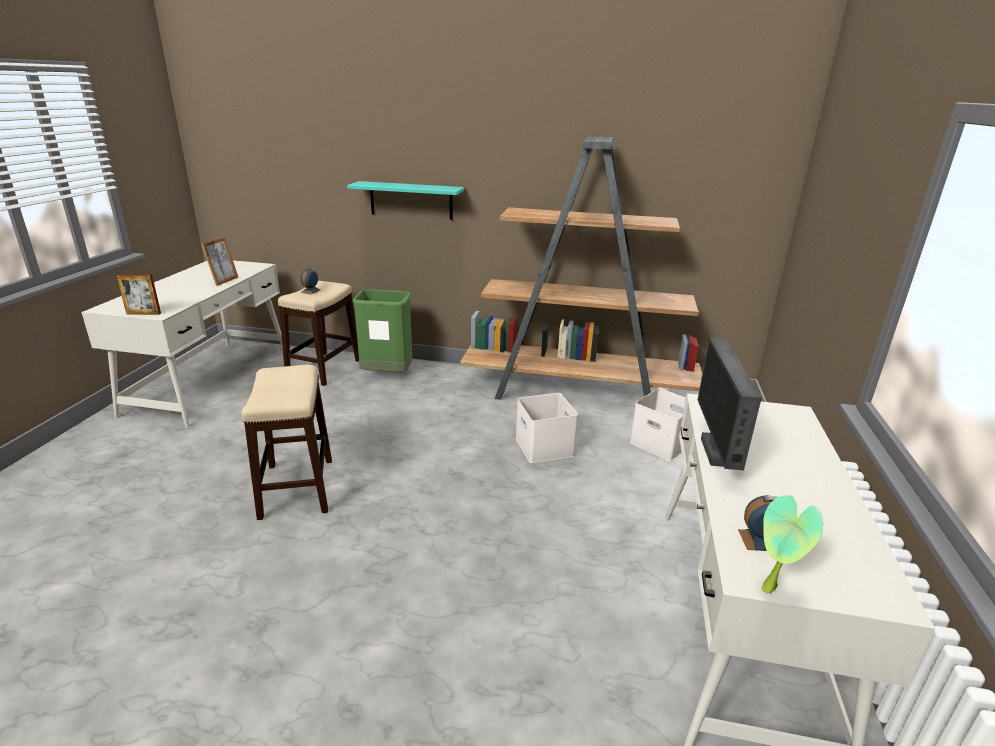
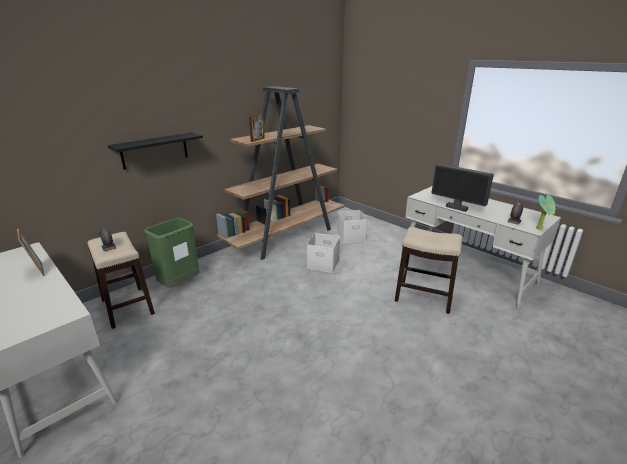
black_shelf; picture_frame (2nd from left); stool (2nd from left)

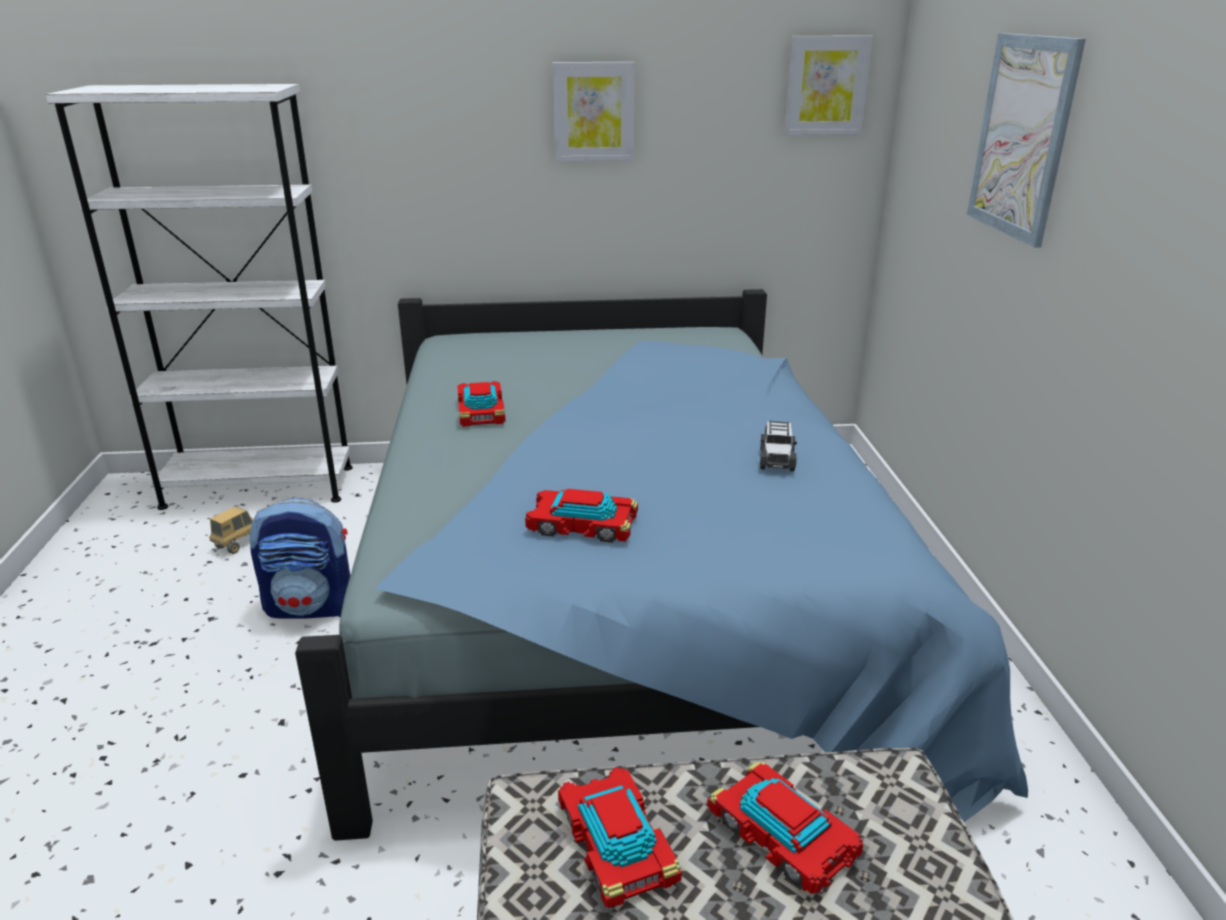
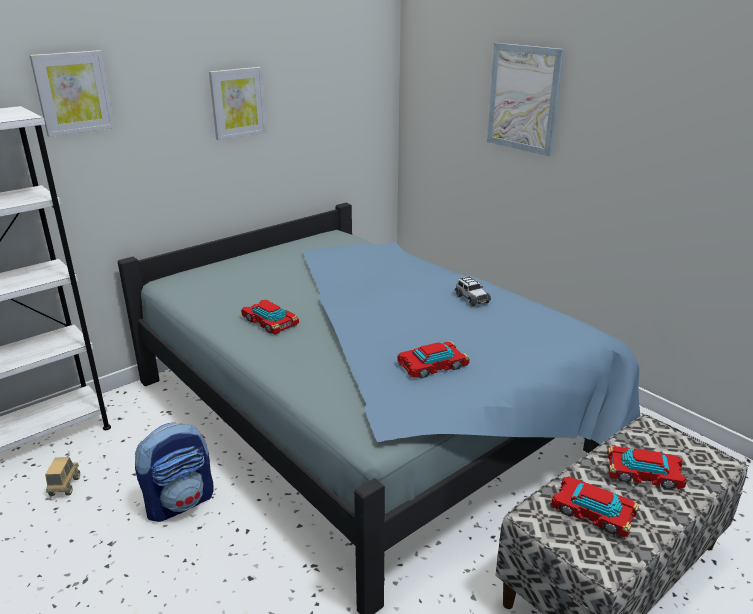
picture (1st from left)

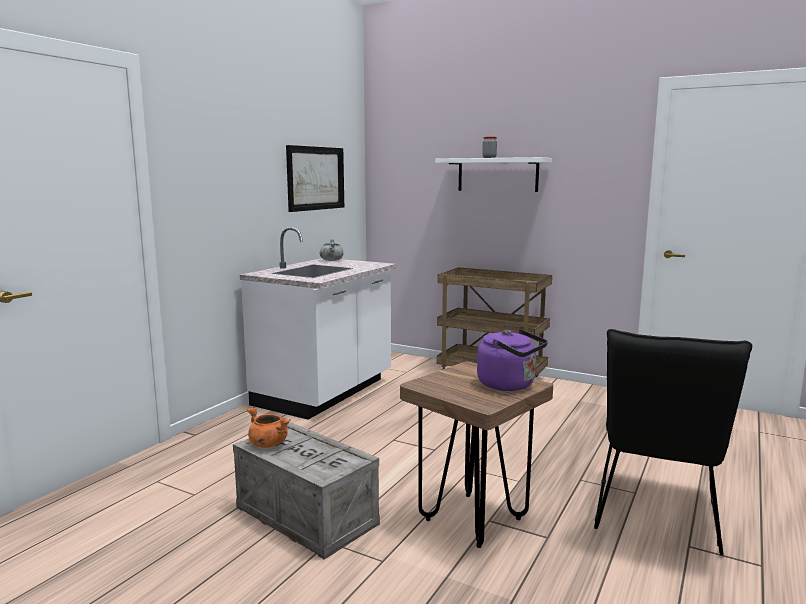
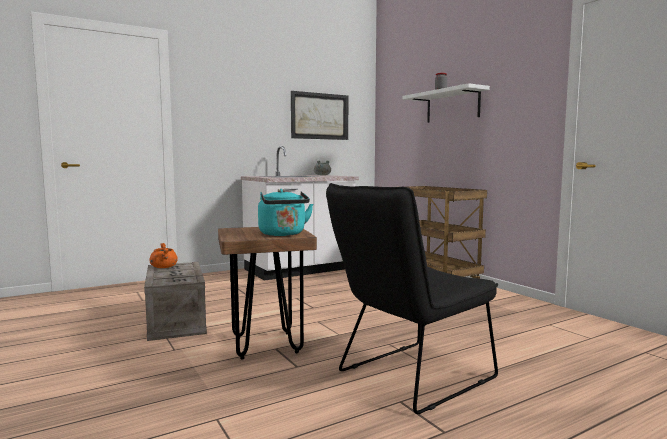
turquoise_kettle

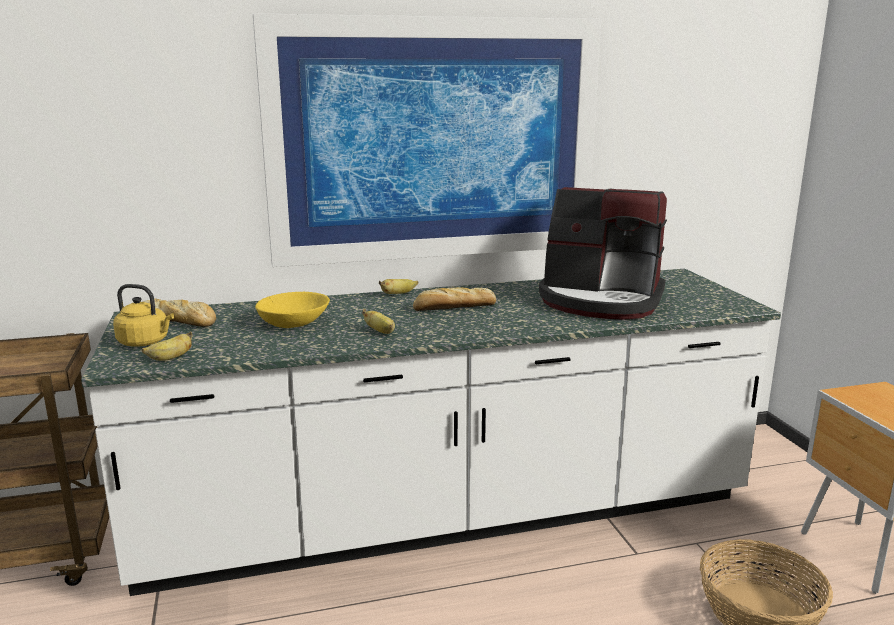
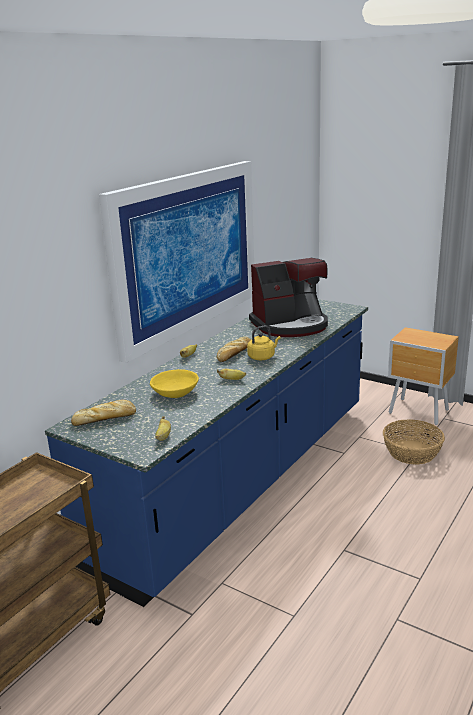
blue_counter; yellow_kettle

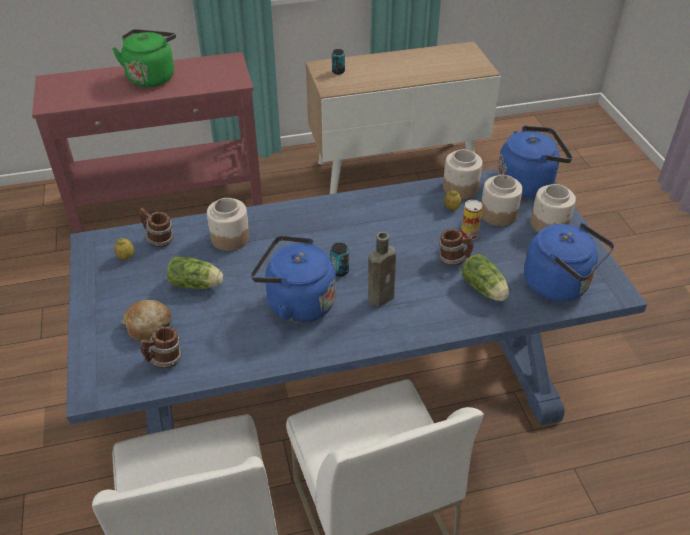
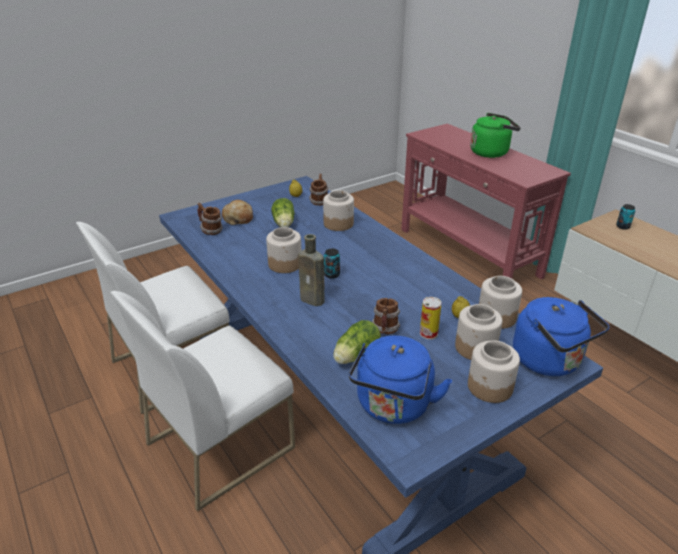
jar (1st from left)

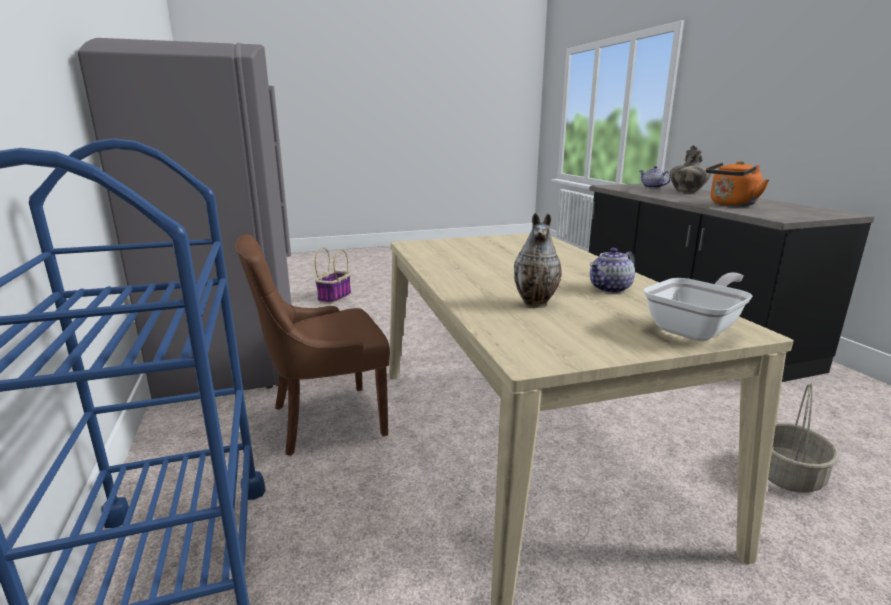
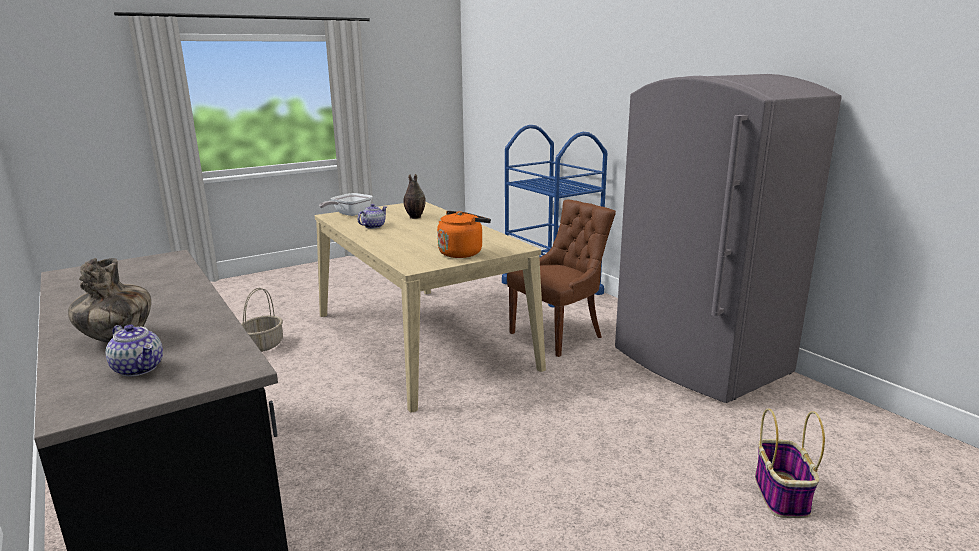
orange_kettle

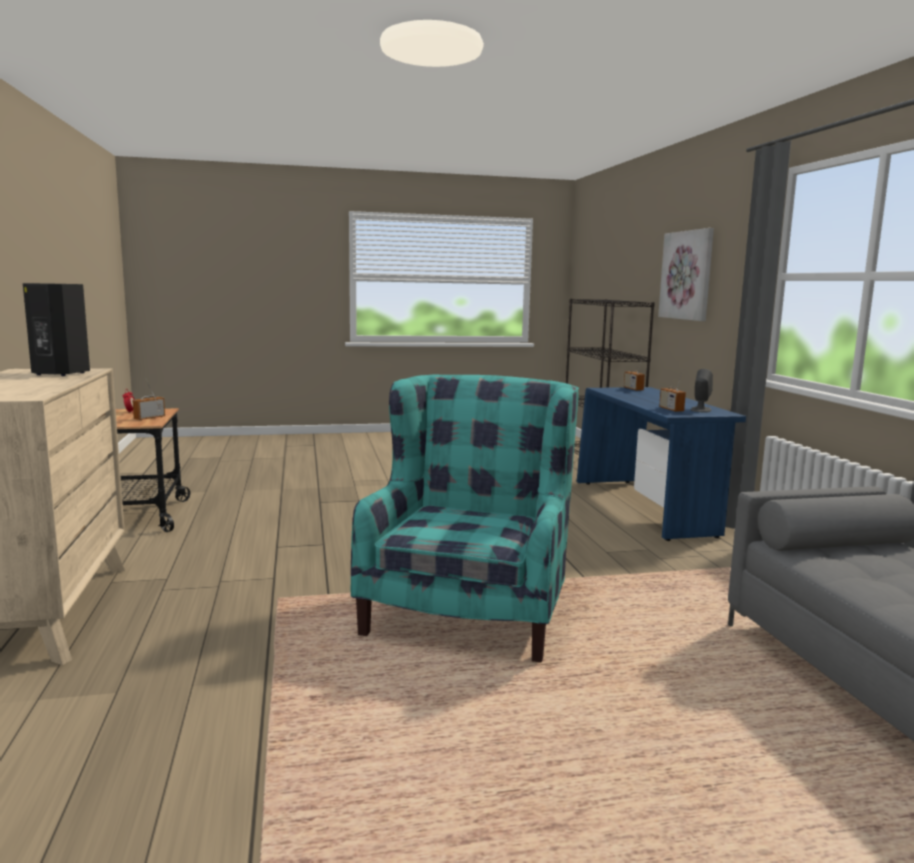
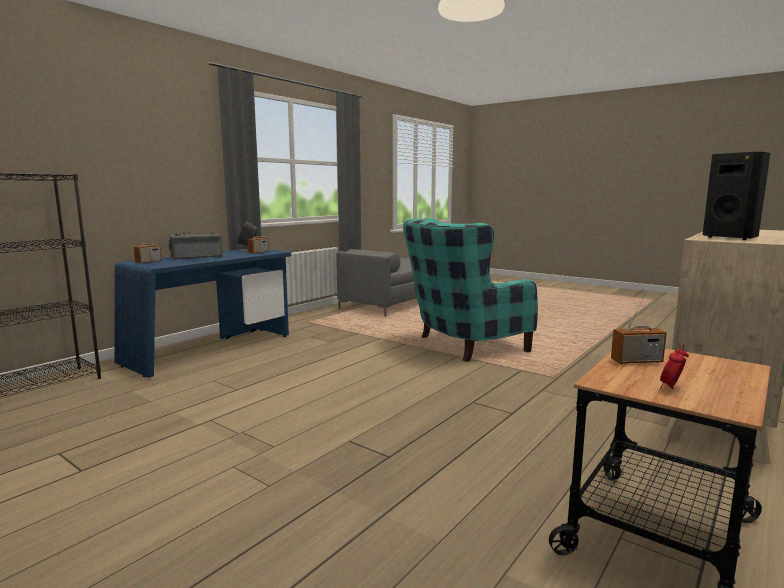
picture; radio (2nd from left)

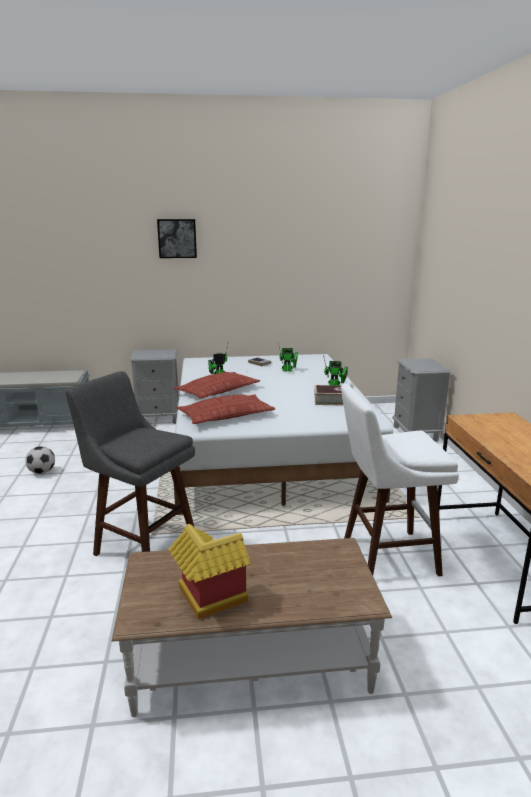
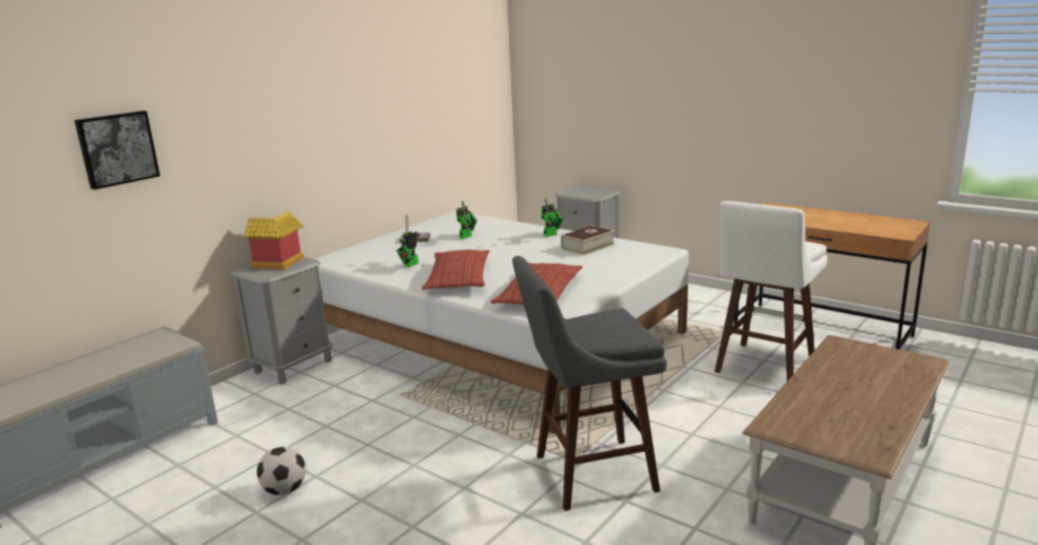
picture; toy_house

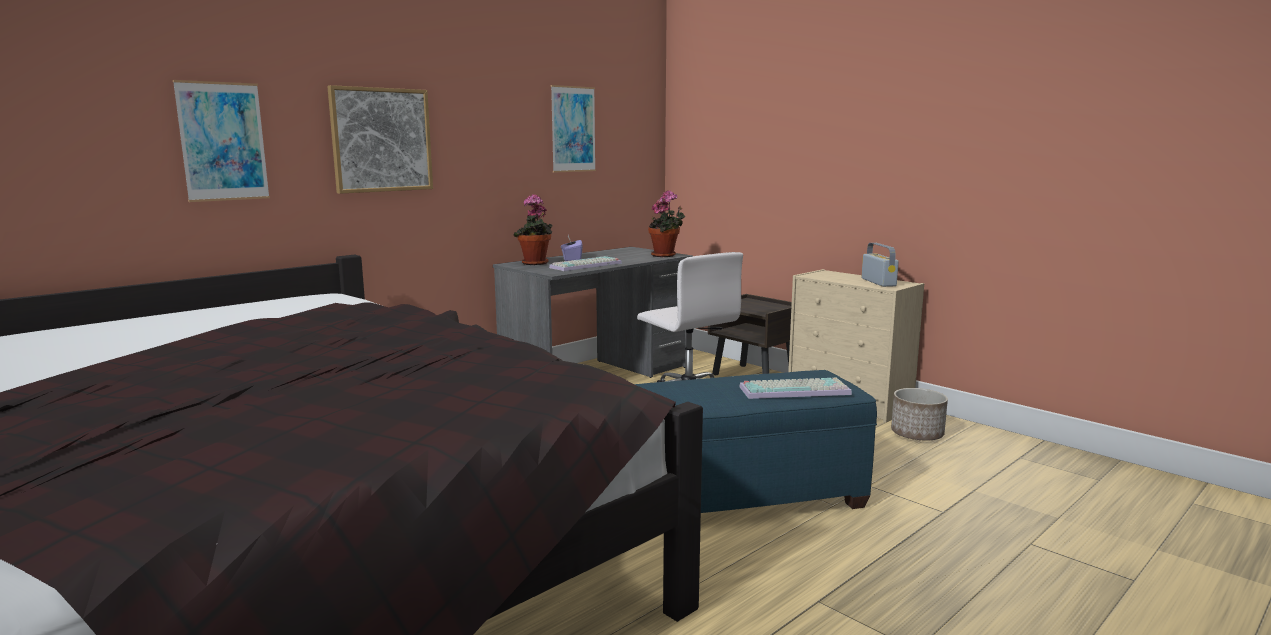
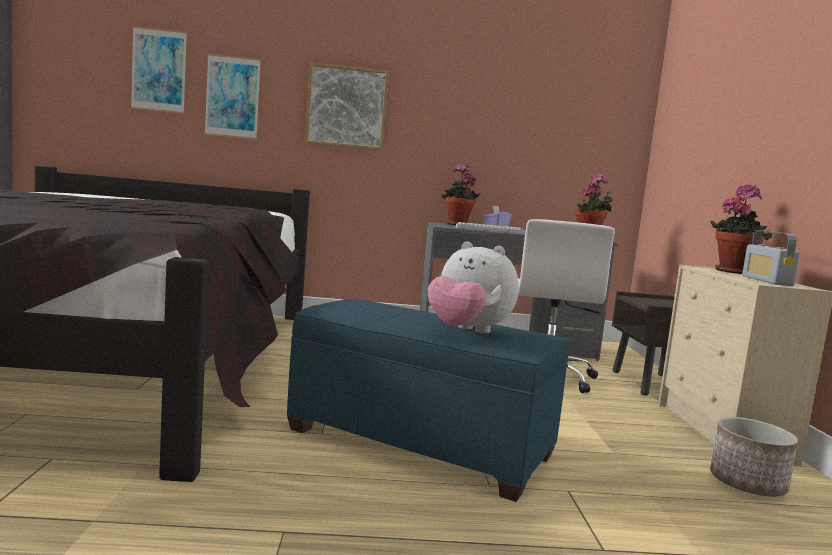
picture (1st from left); radio; plush_toy; potted_plant (3rd from left)

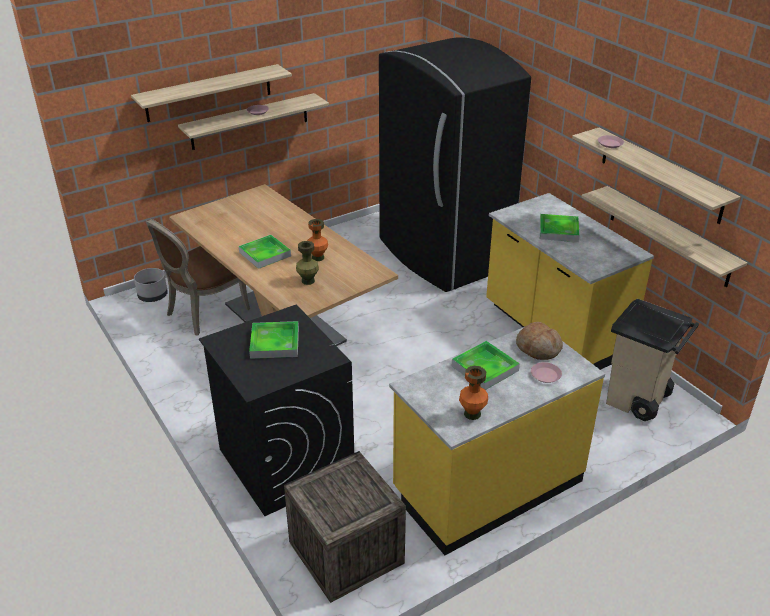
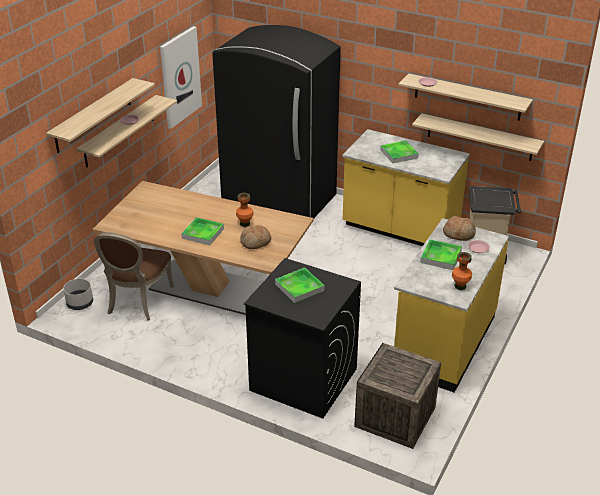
bread (1st from left); picture

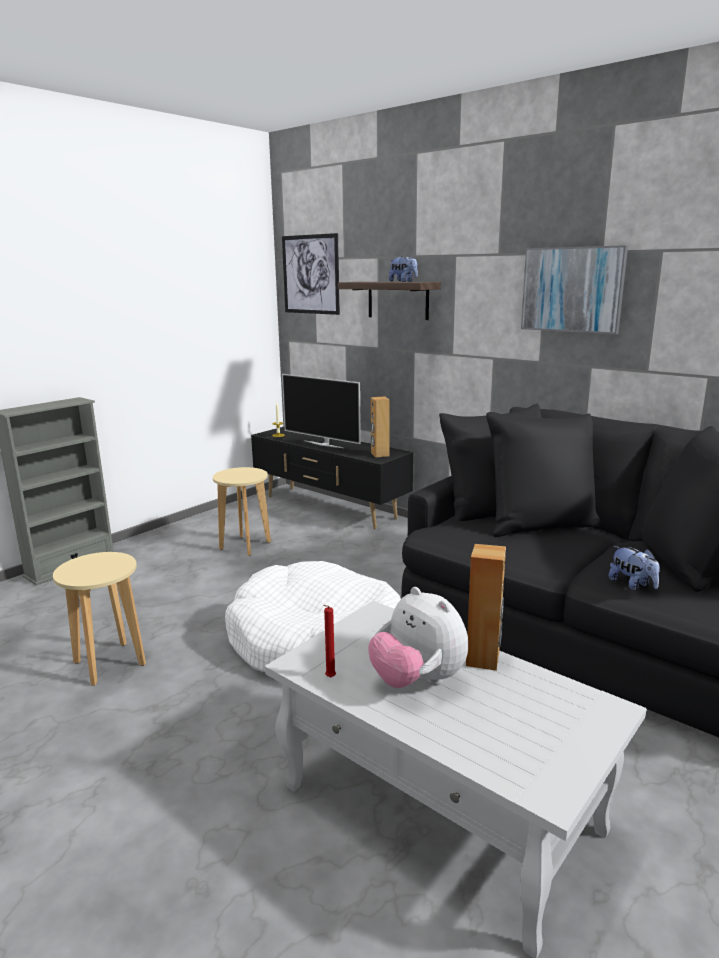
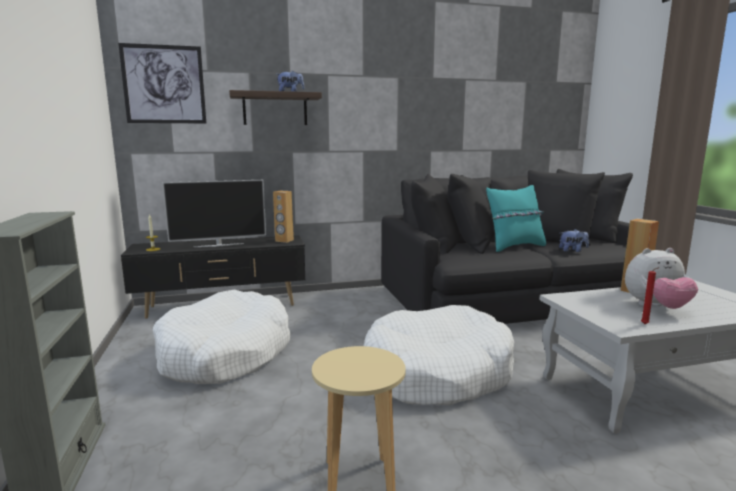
picture (2nd from left in the first image); white_dog_bed (1st from left); turquoise_pillow

